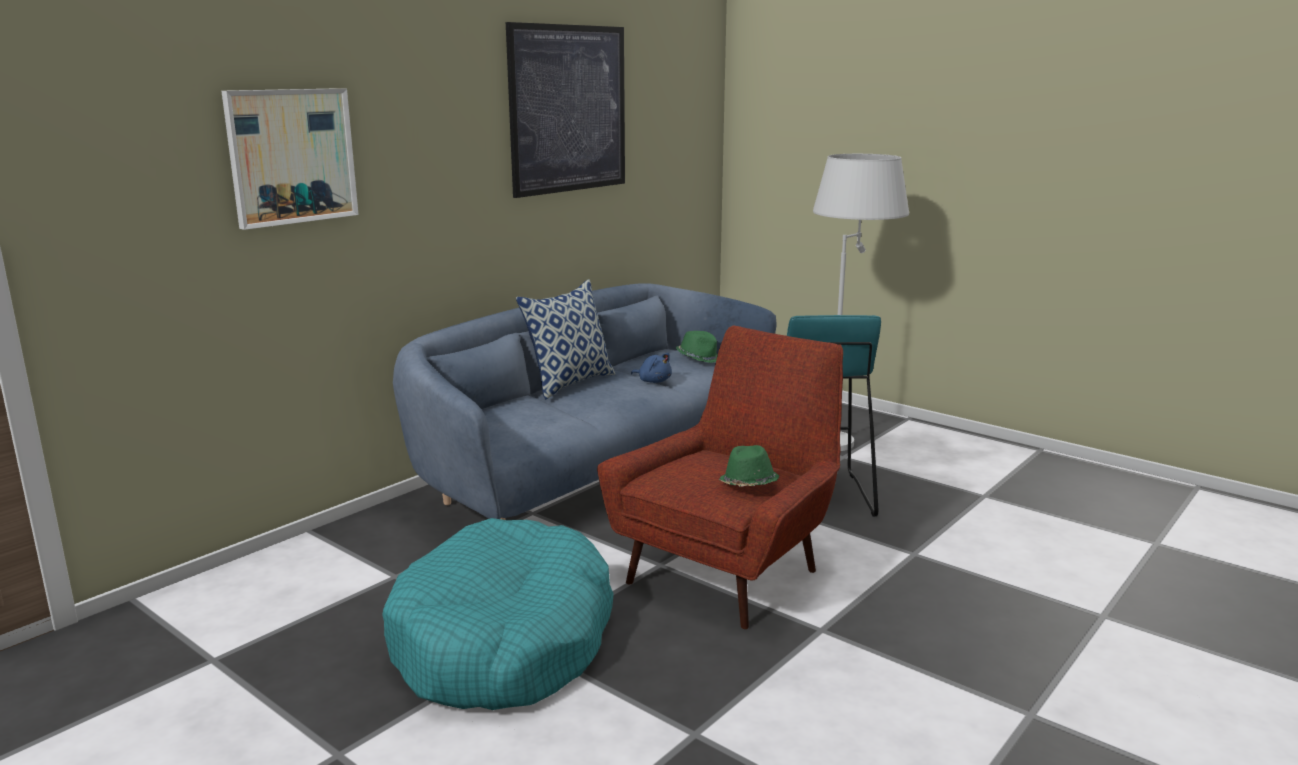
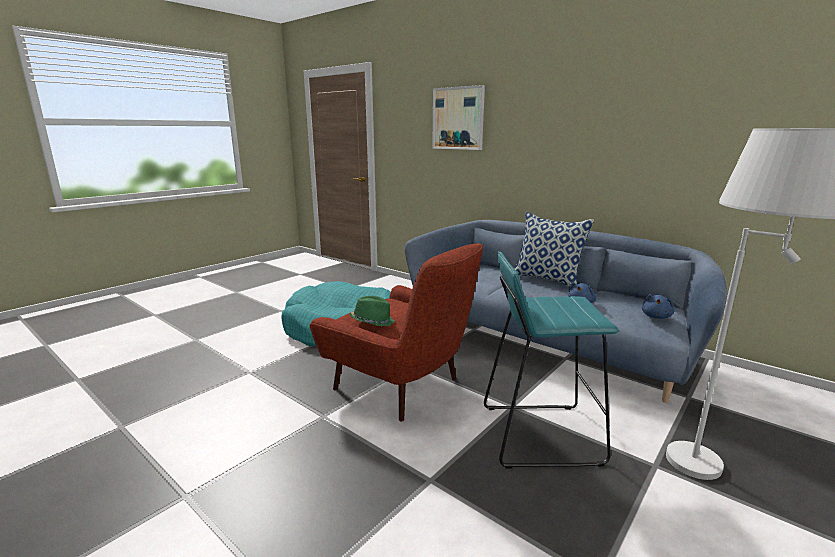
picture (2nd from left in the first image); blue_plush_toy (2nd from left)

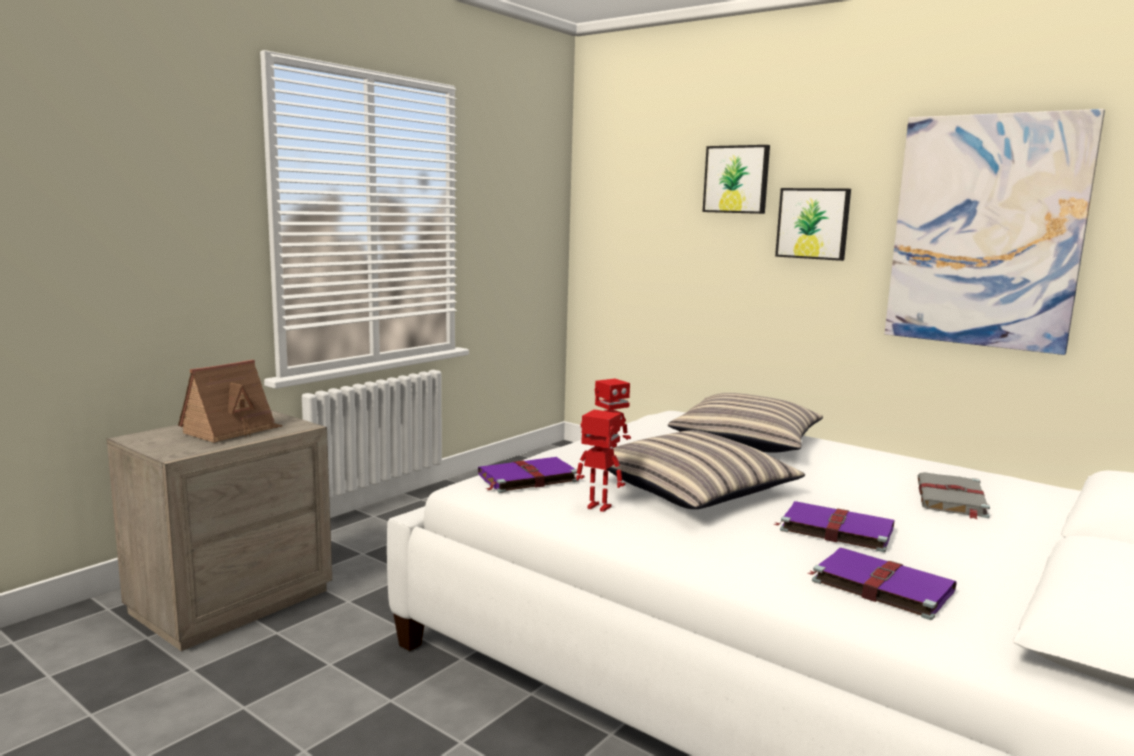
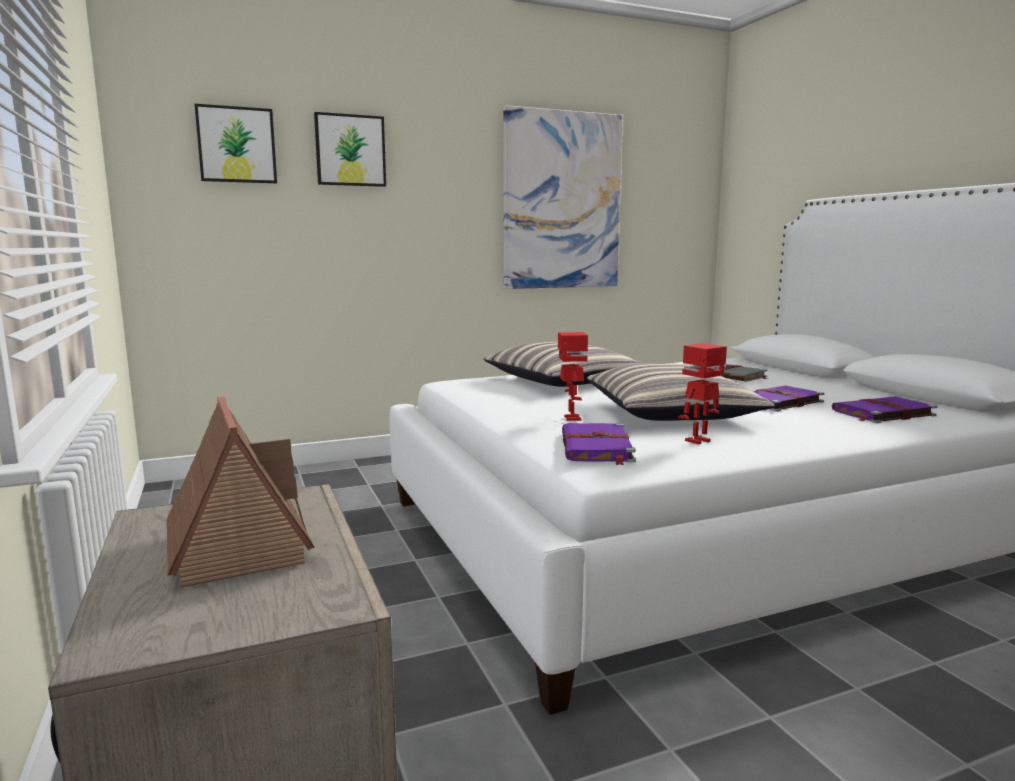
picture (1st from left)

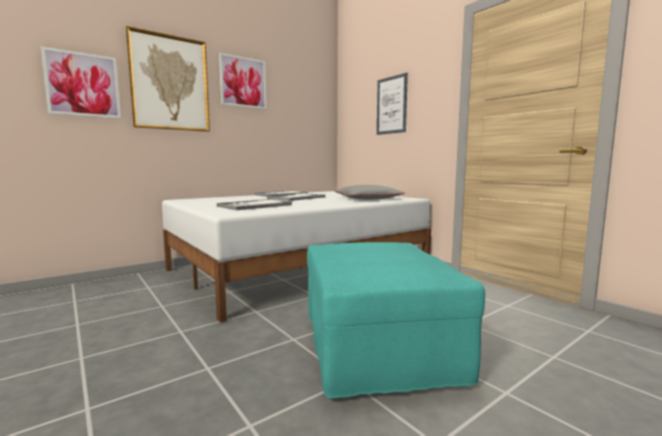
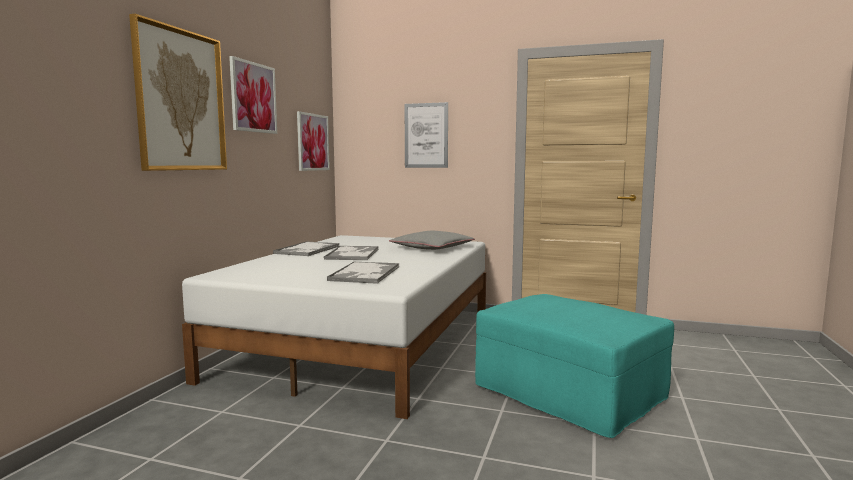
picture (3rd from left)

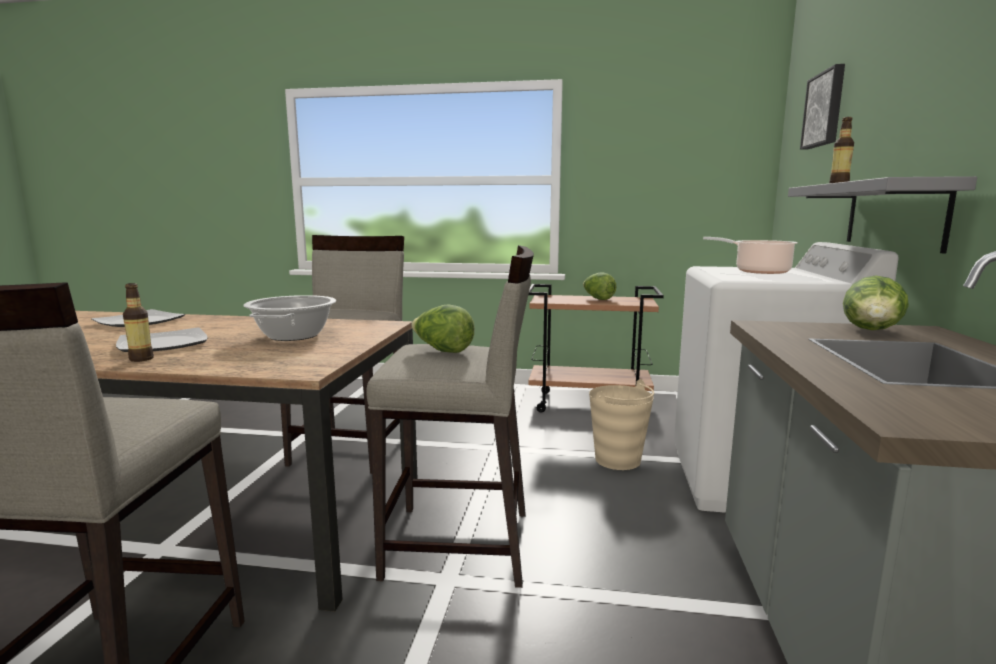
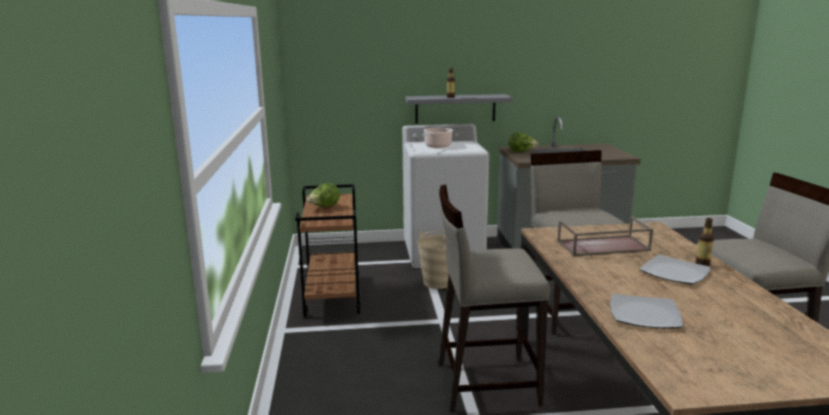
picture; brown_tray; lettuce (1st from left in the first image)

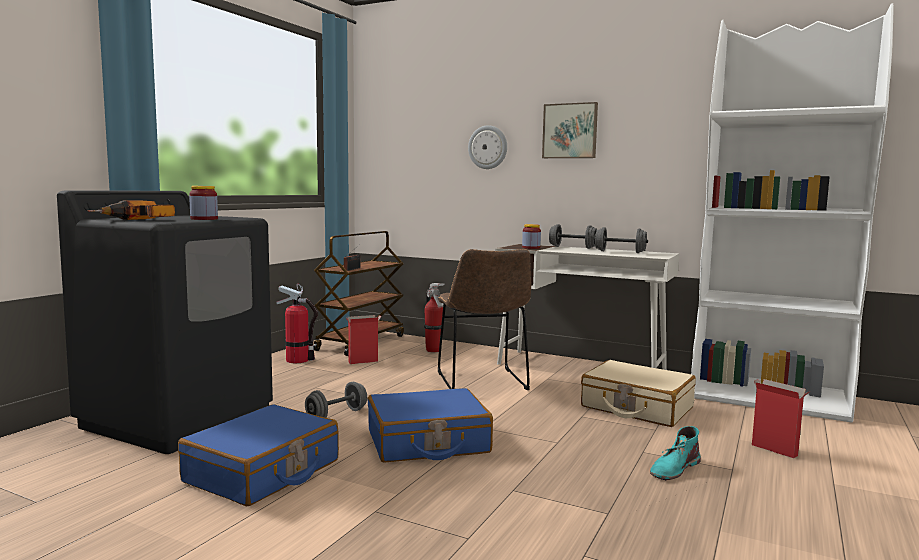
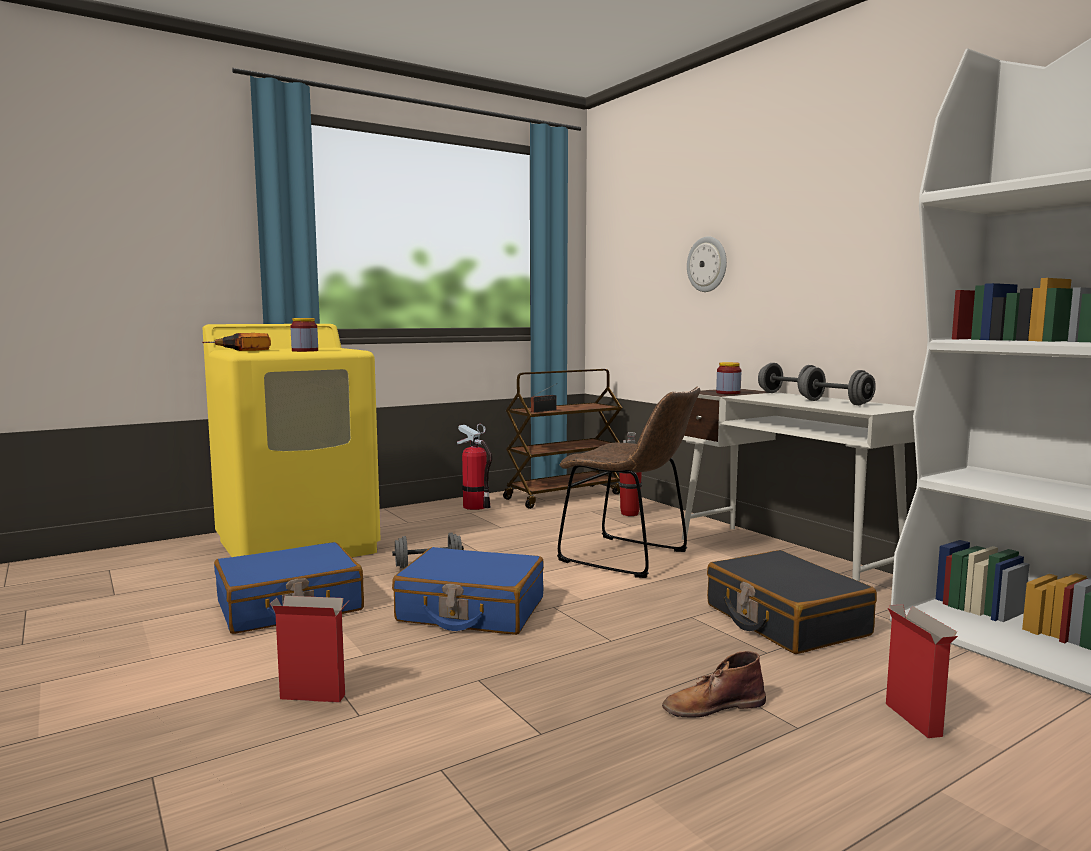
picture; yellow_washing_machine; brown_chair; cardboard_box (1st from left); black_suitcase; brown_boot

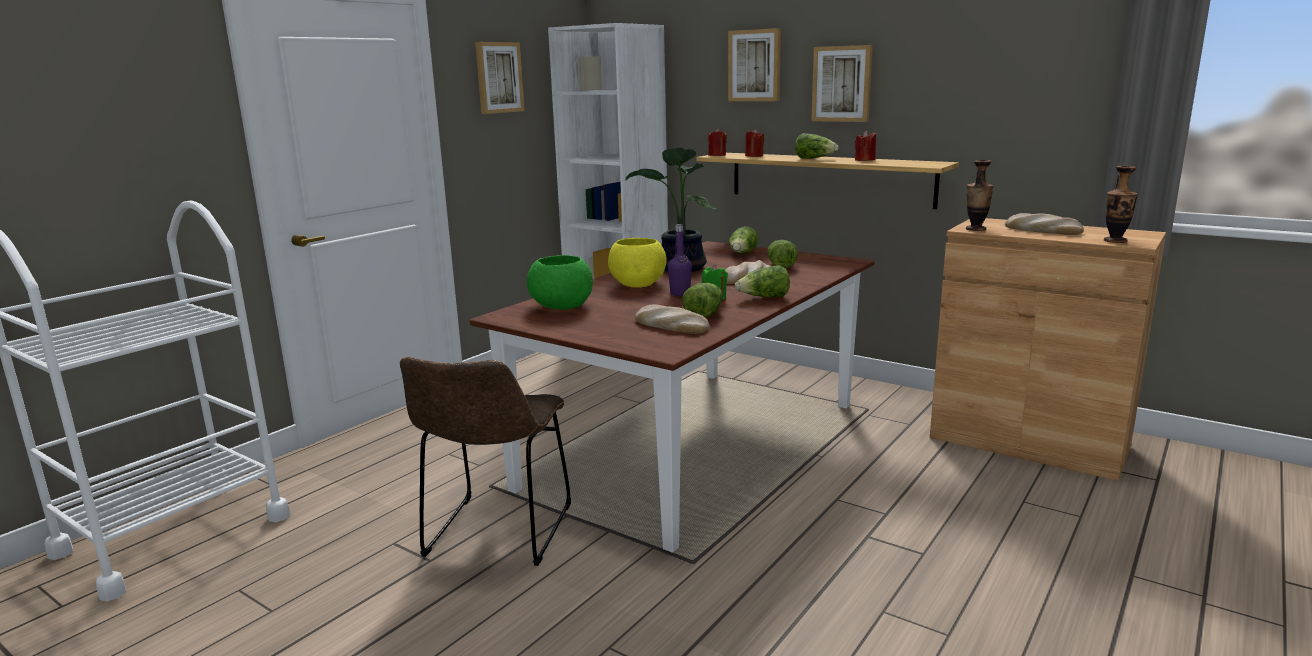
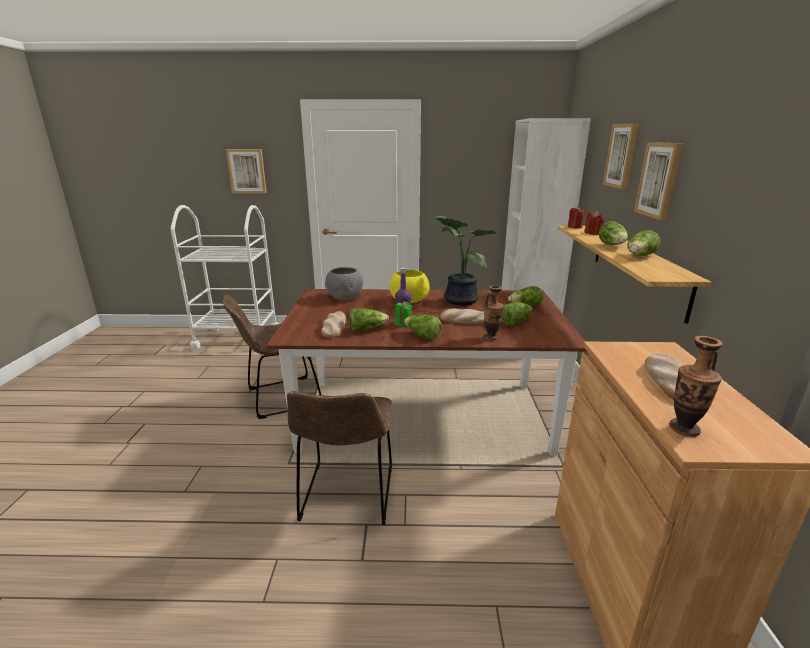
picture (1st from left); lettuce (6th from left); vase (1st from left); grey_bowl; brown_chair (2nd from left)

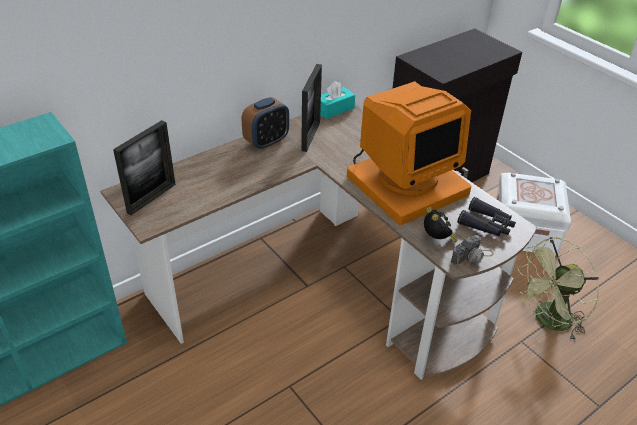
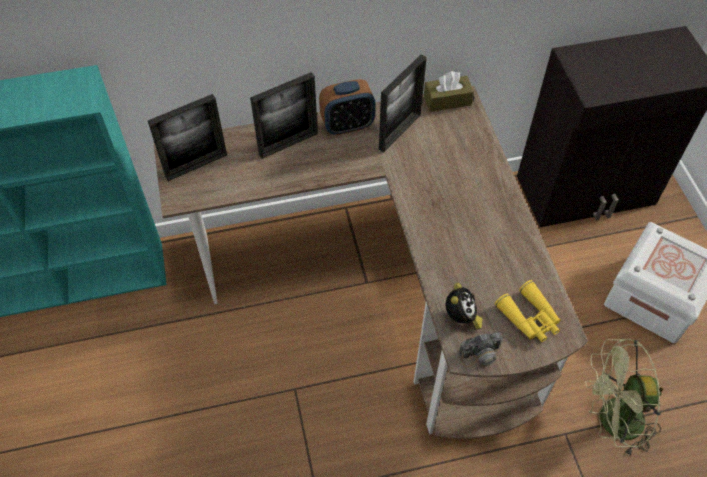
brown_tissue_box; monitor; yellow_binoculars; picture_frame (2nd from left)

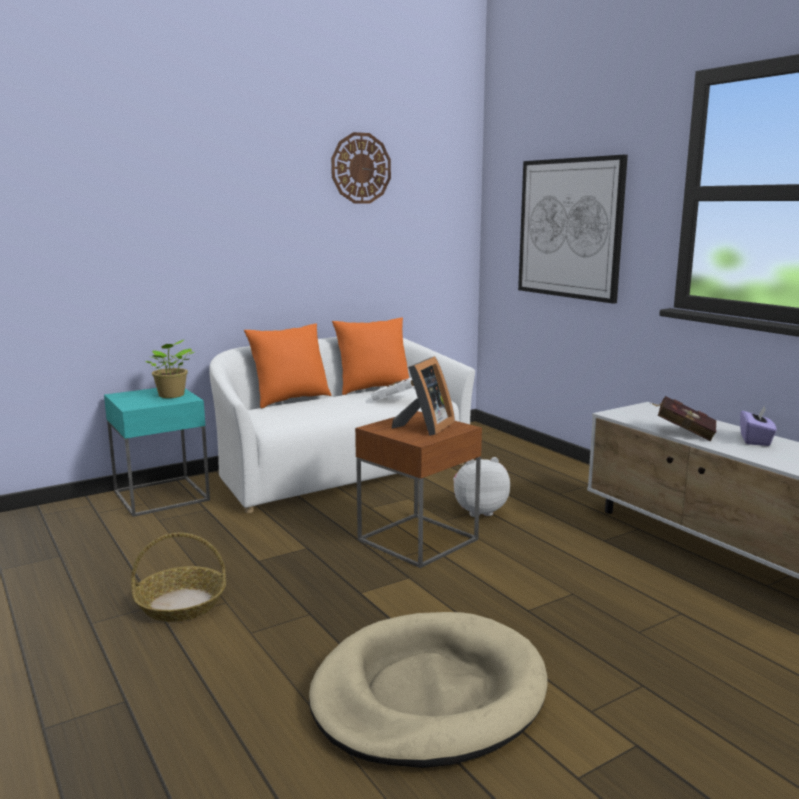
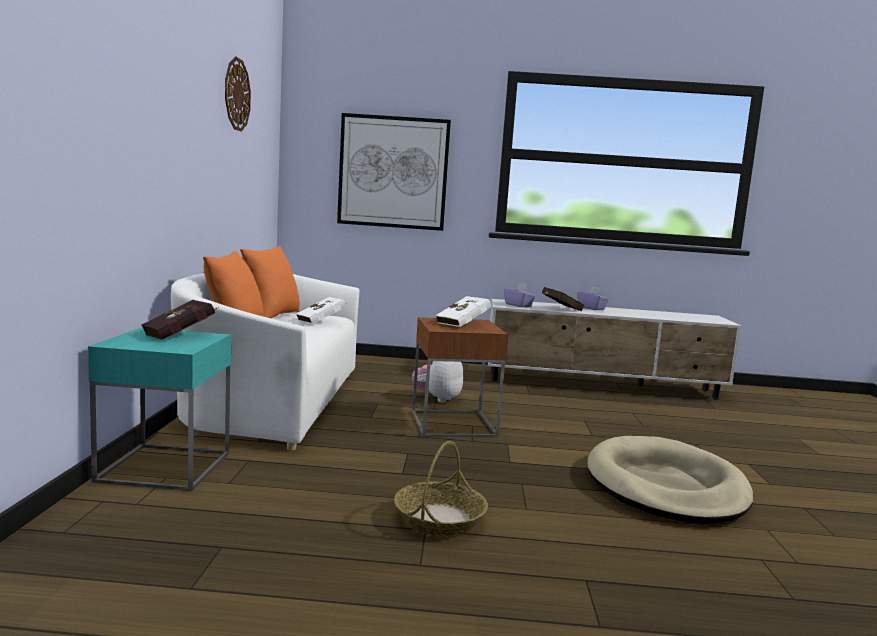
red_book (1st from left); white_book (2nd from left); purple_tissue_box (1st from left)

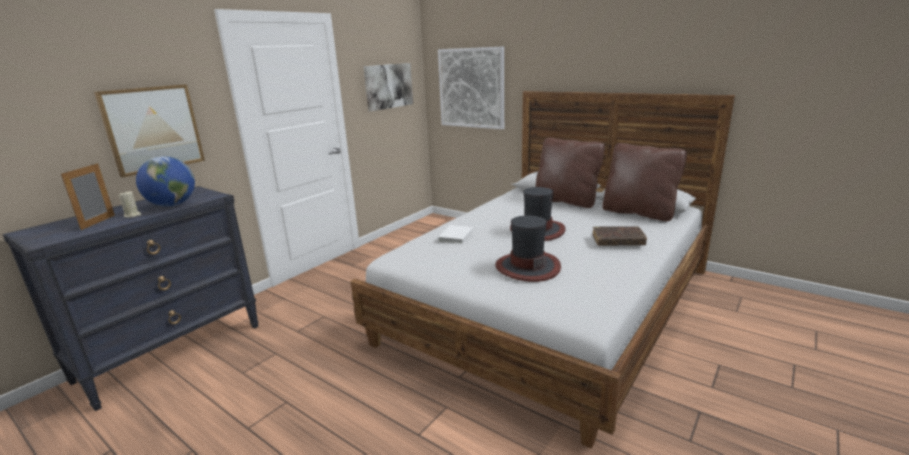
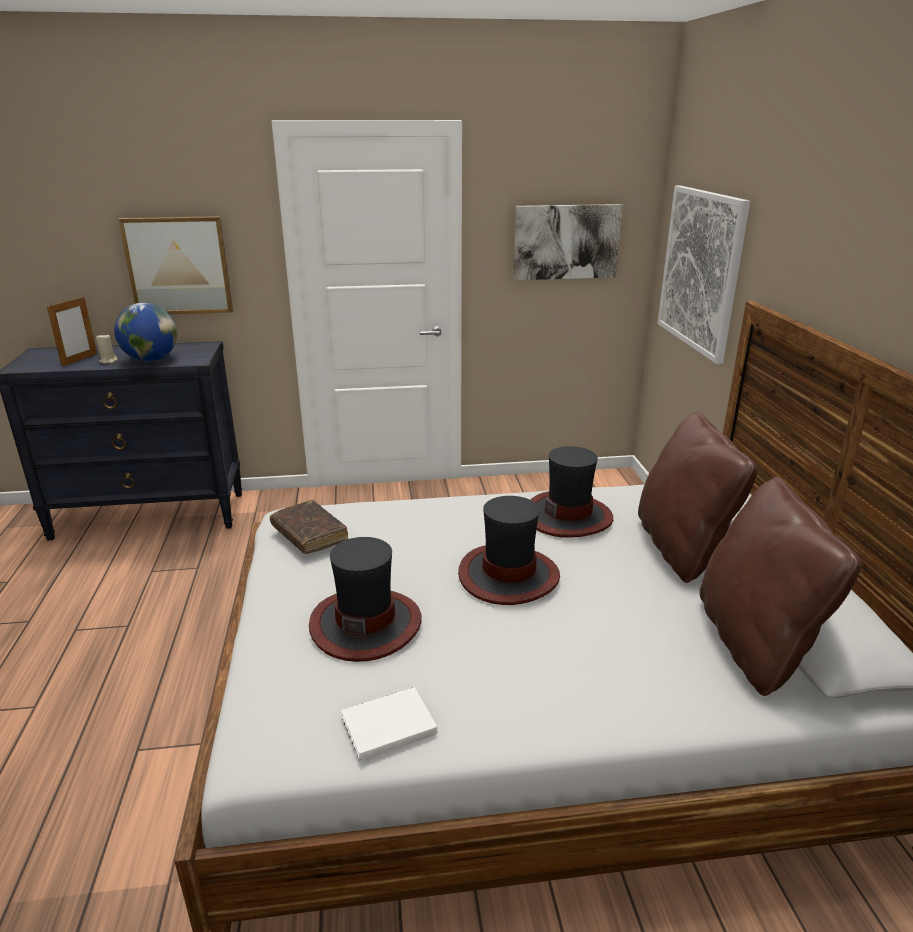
picture_frame; white_book; brown_book; hat (3rd from left)

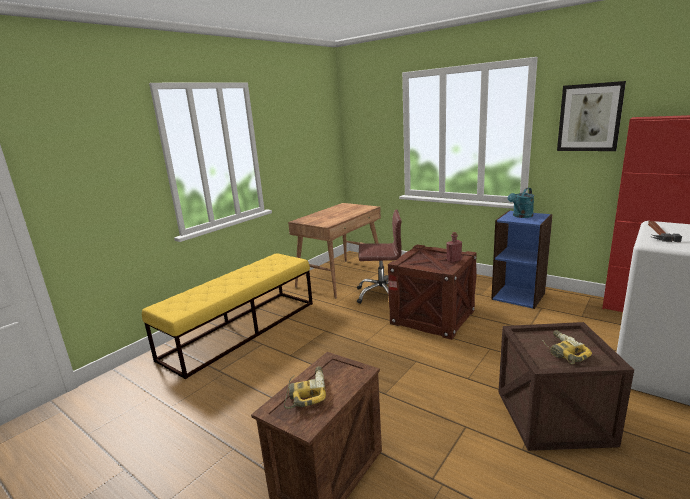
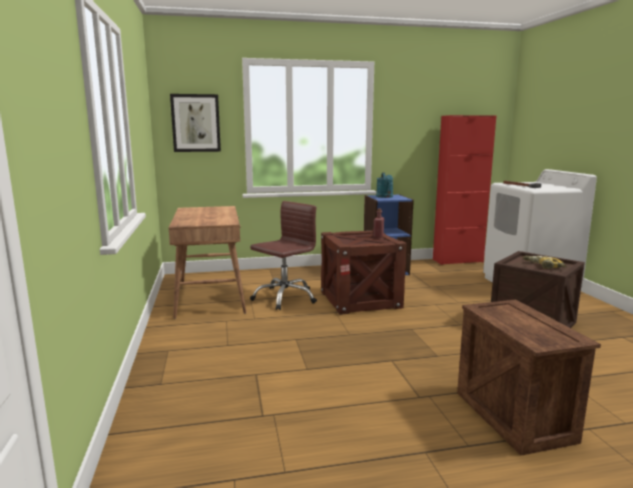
picture; yellow_bench; power_drill (1st from left in the first image)

